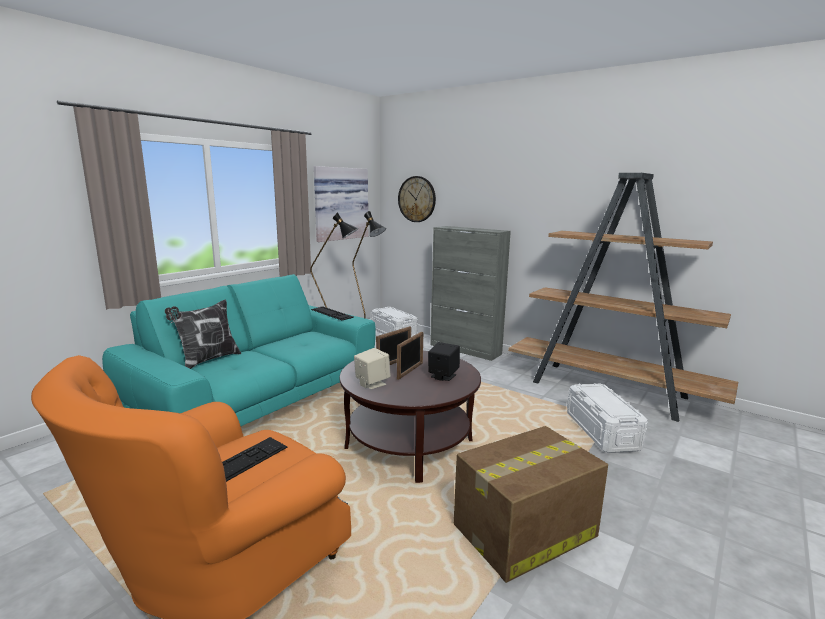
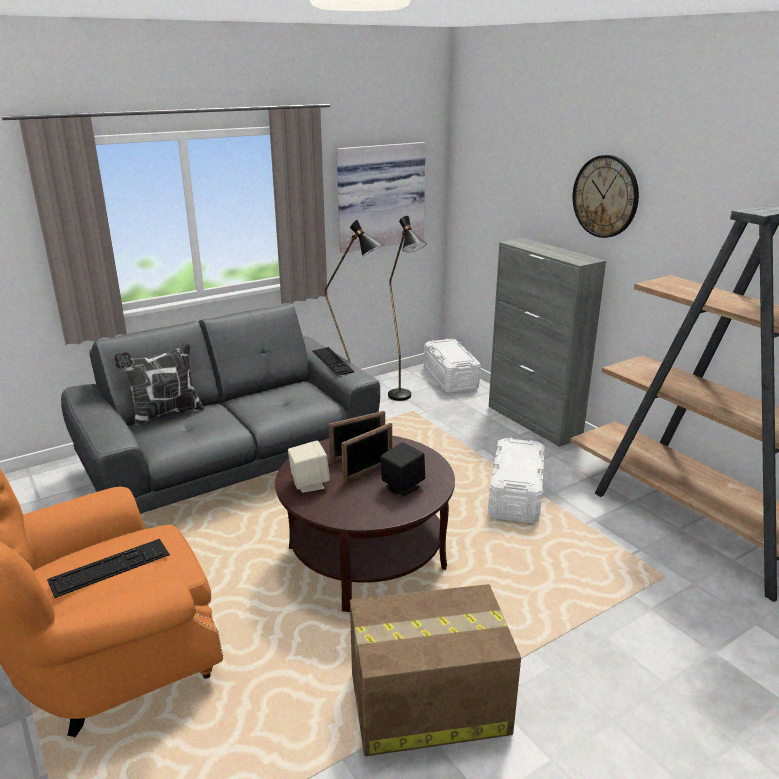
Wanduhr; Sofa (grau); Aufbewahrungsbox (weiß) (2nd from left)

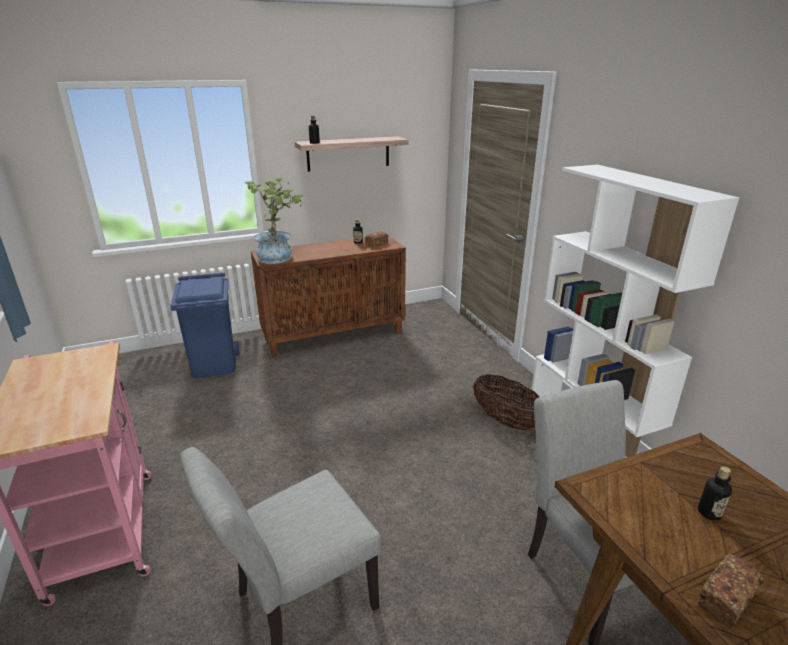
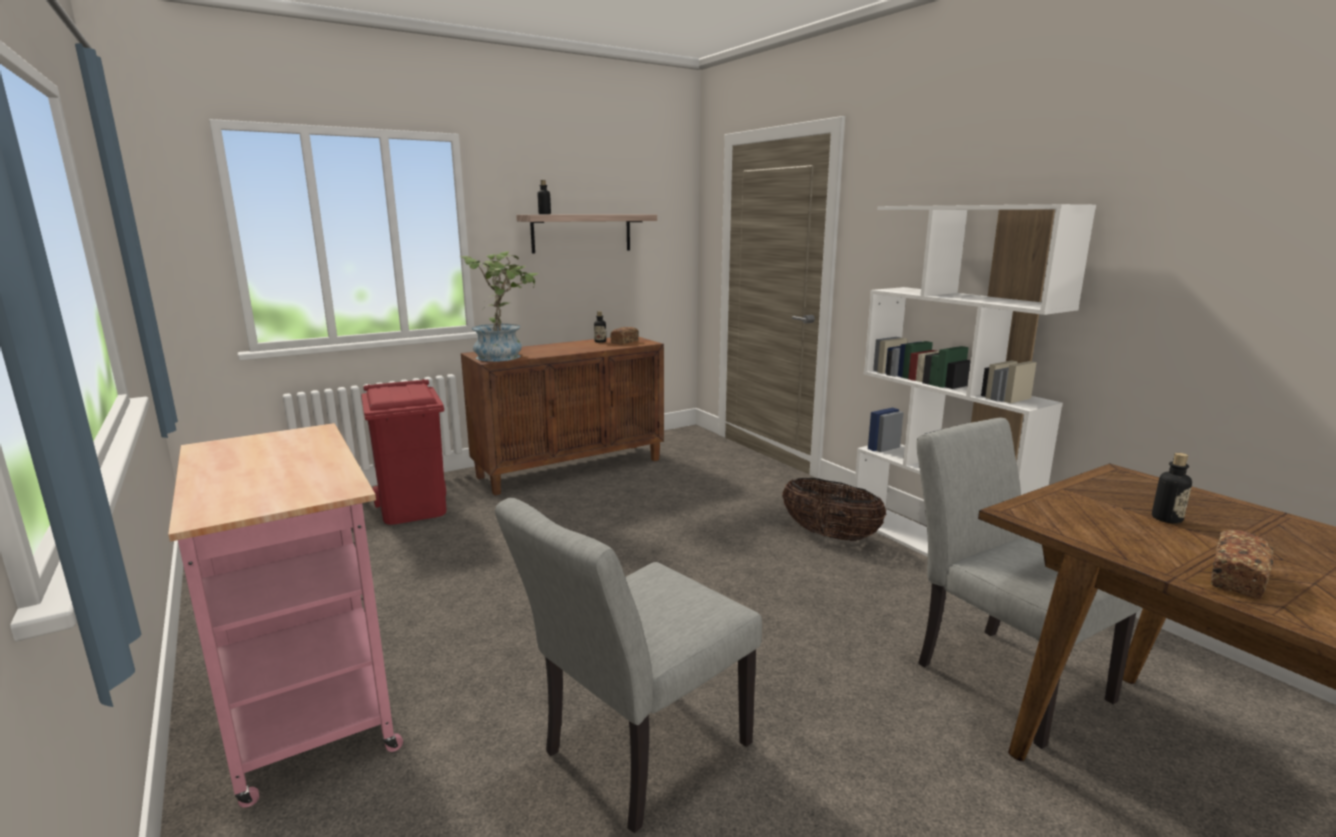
Mülleimer (rot)

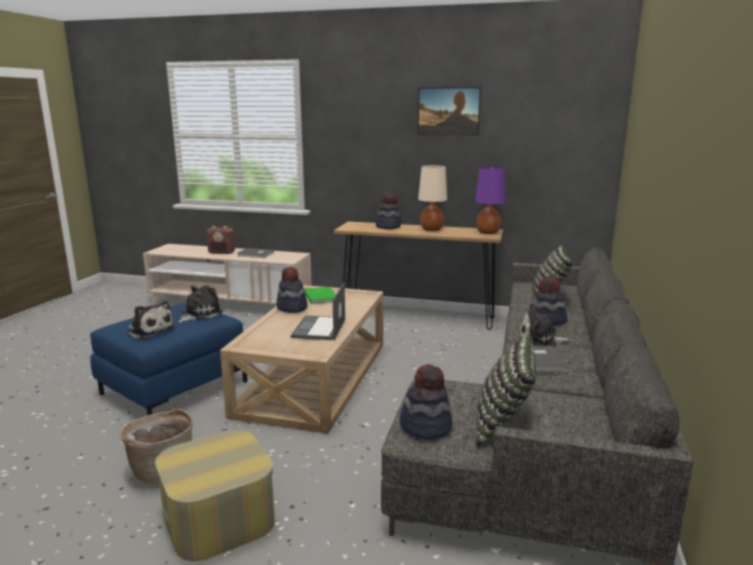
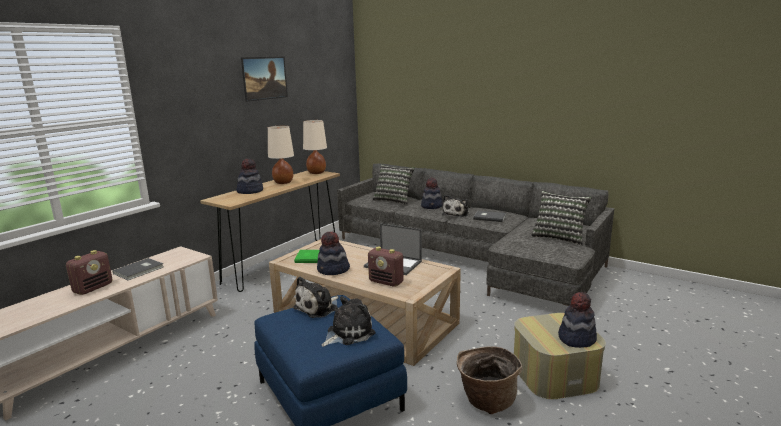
Tischlampe (beige) (2nd from left); Plüschtier (1st from left); Hut (4th from left); Radio (2nd from left)

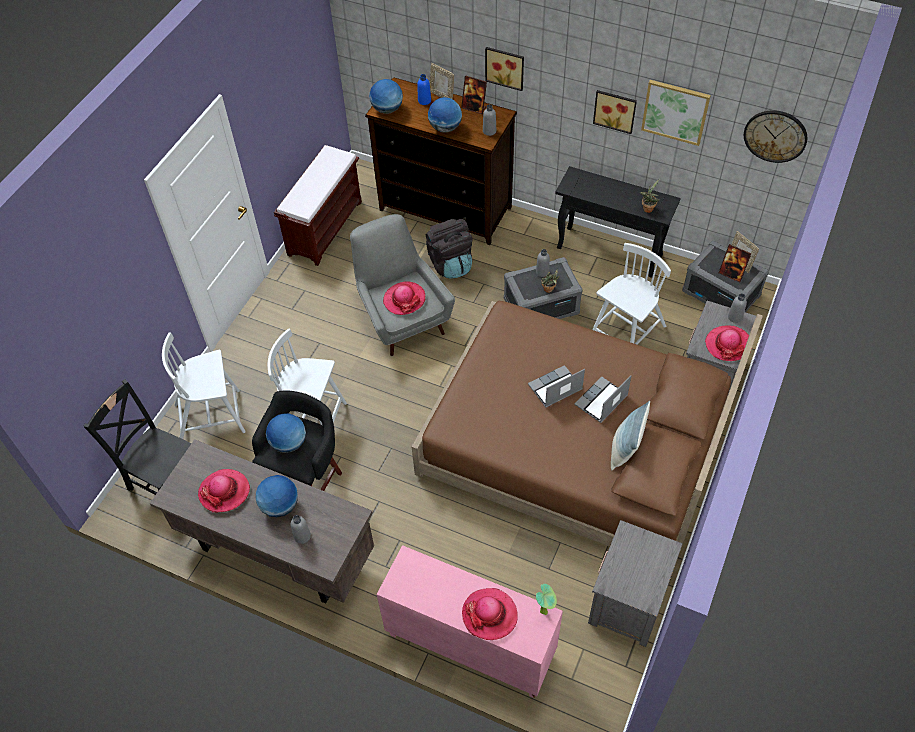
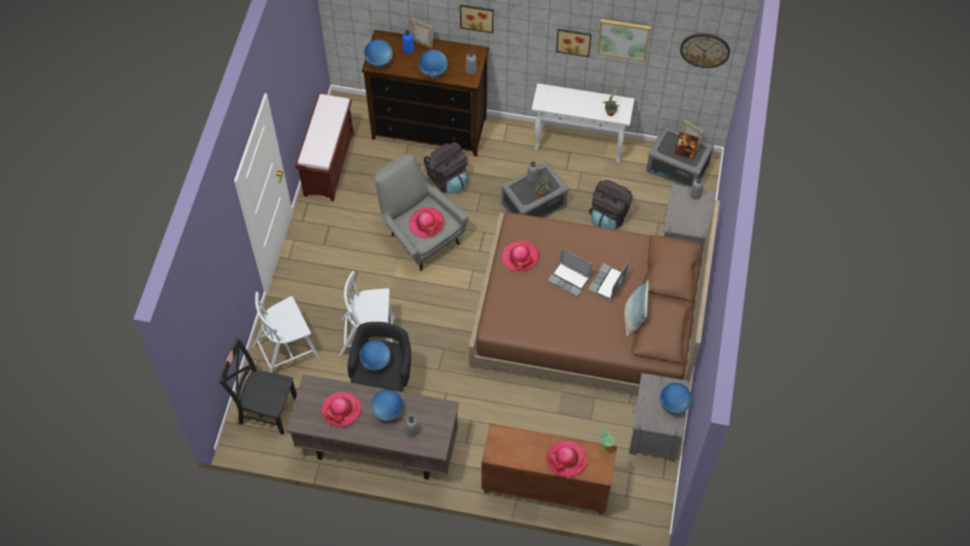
Bilderrahmen (2nd from left in the first image); Konsolentisch (weiß); Rucksack (schwarz) (2nd from left); Hut (3rd from left); Laptop (1st from left); Schrank (braun); Globus (5th from left)

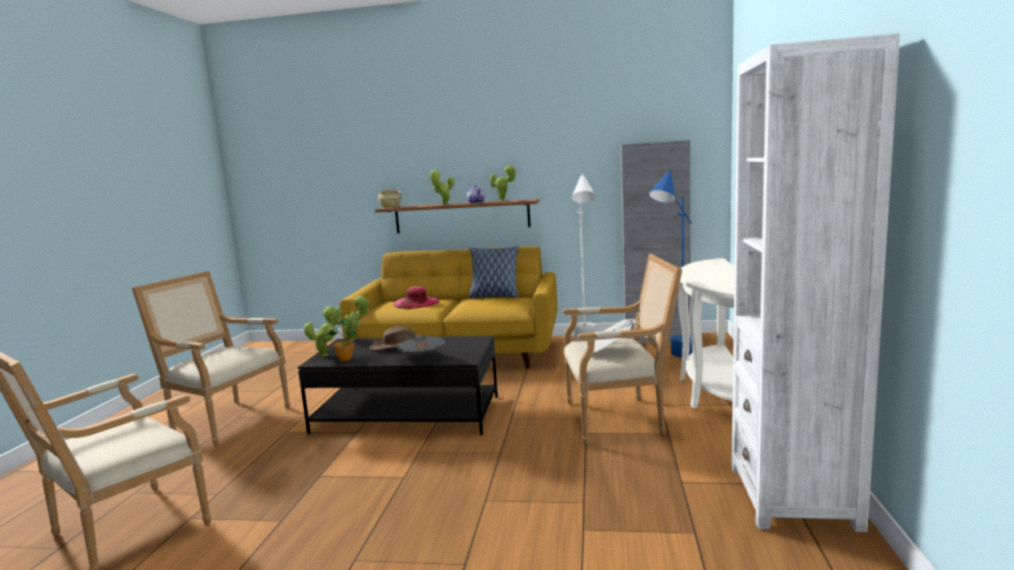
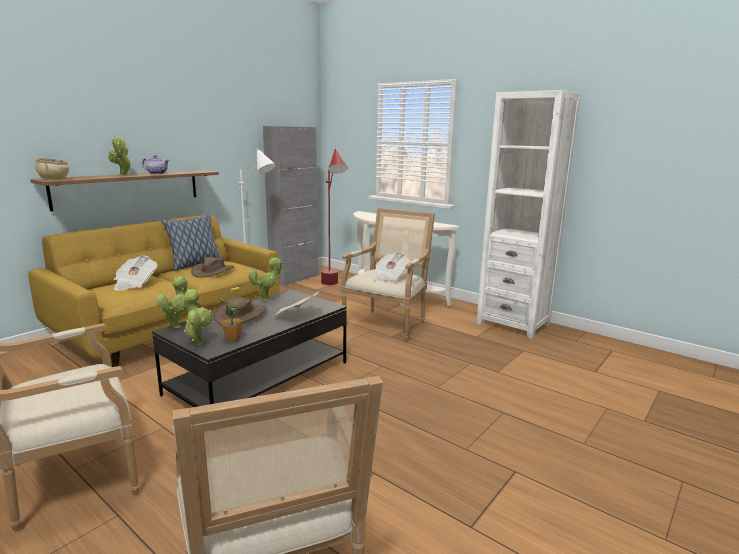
Topfpflanze (5th from left); Stehlampe (rot); Zeitung (1st from left); Hut (braun) (1st from left)

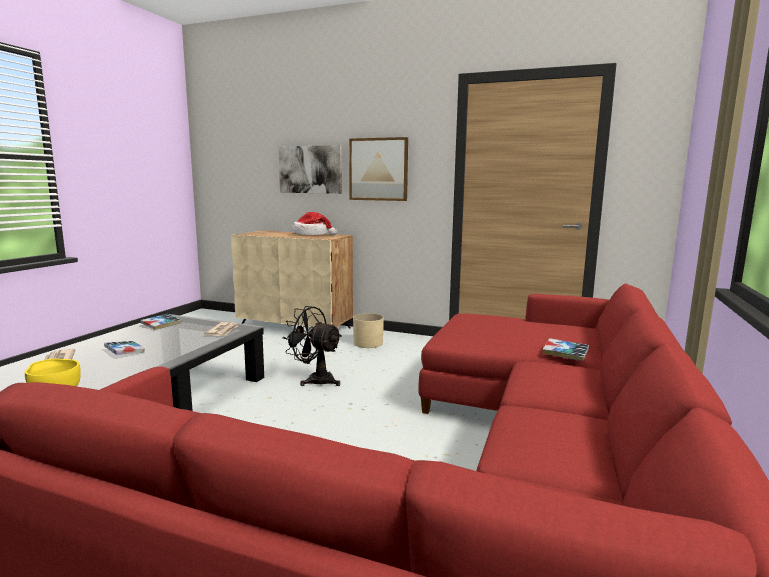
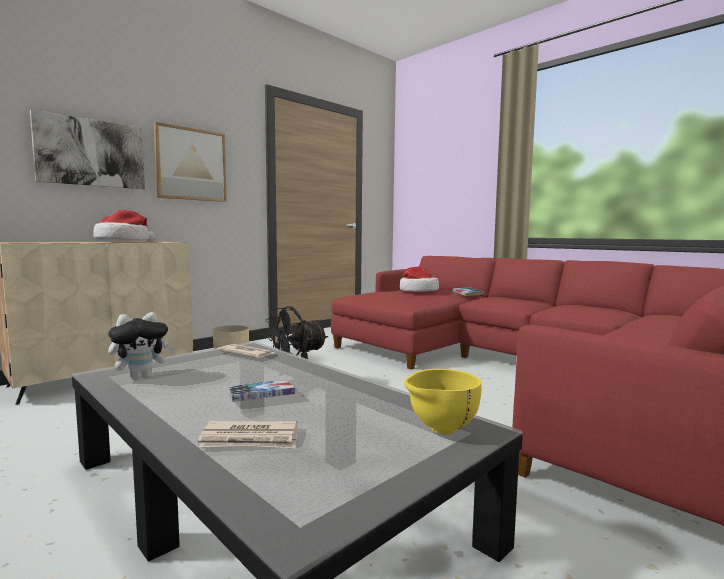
Plüschtier; Hut (2nd from left)

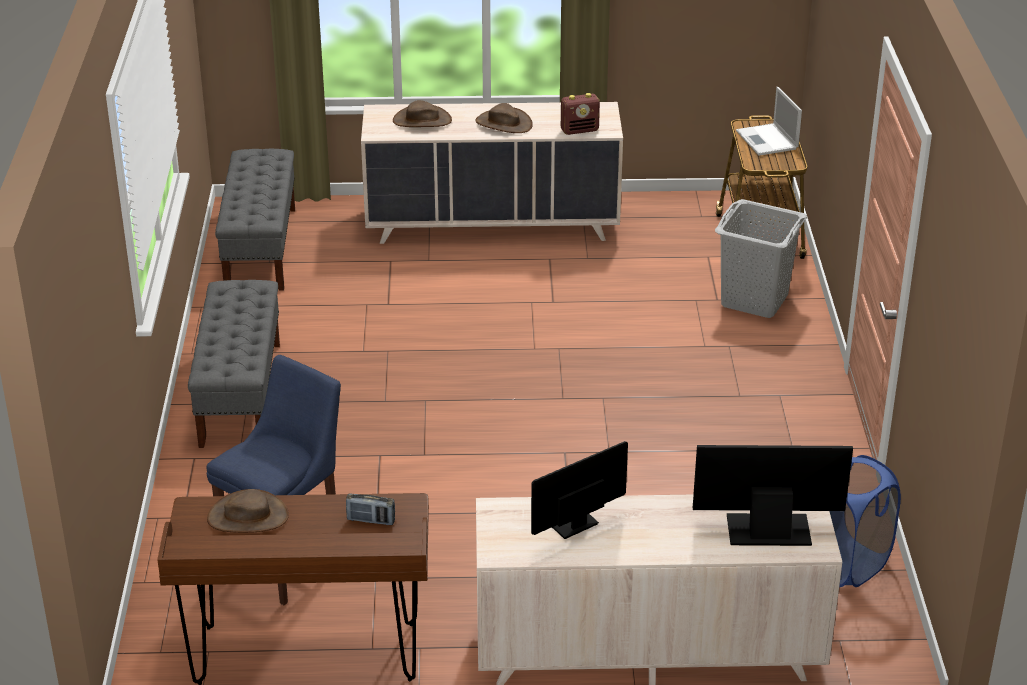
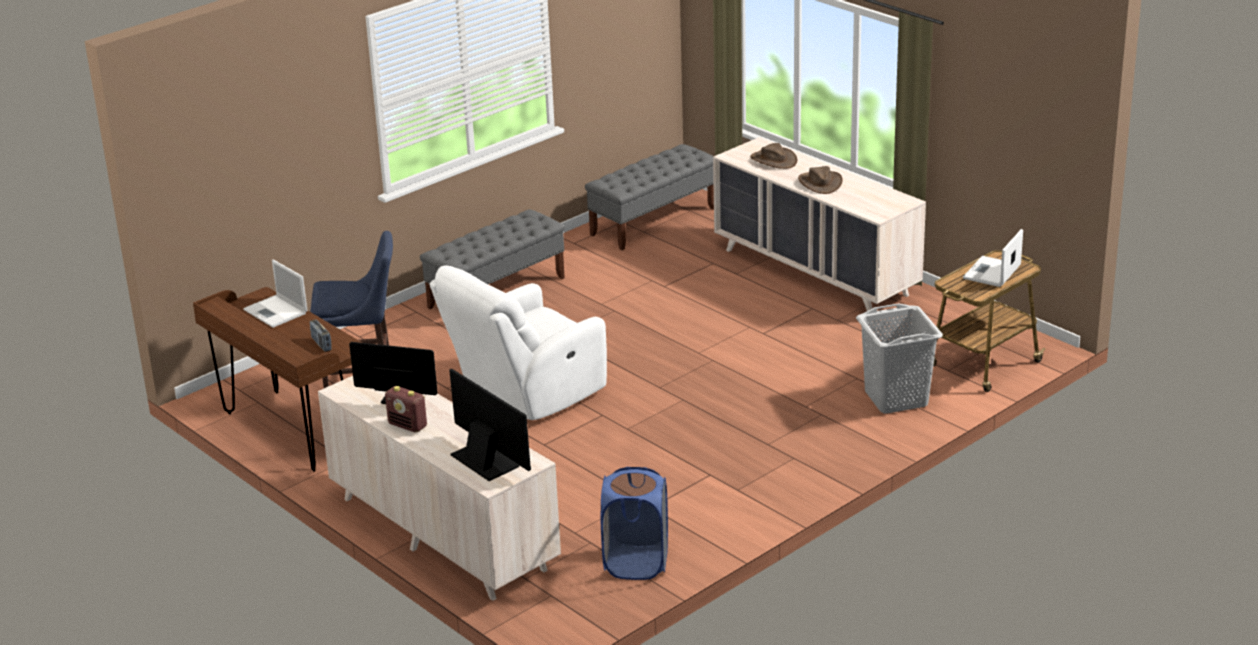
Radio (2nd from left); Laptop (1st from left); Sessel (weiß)

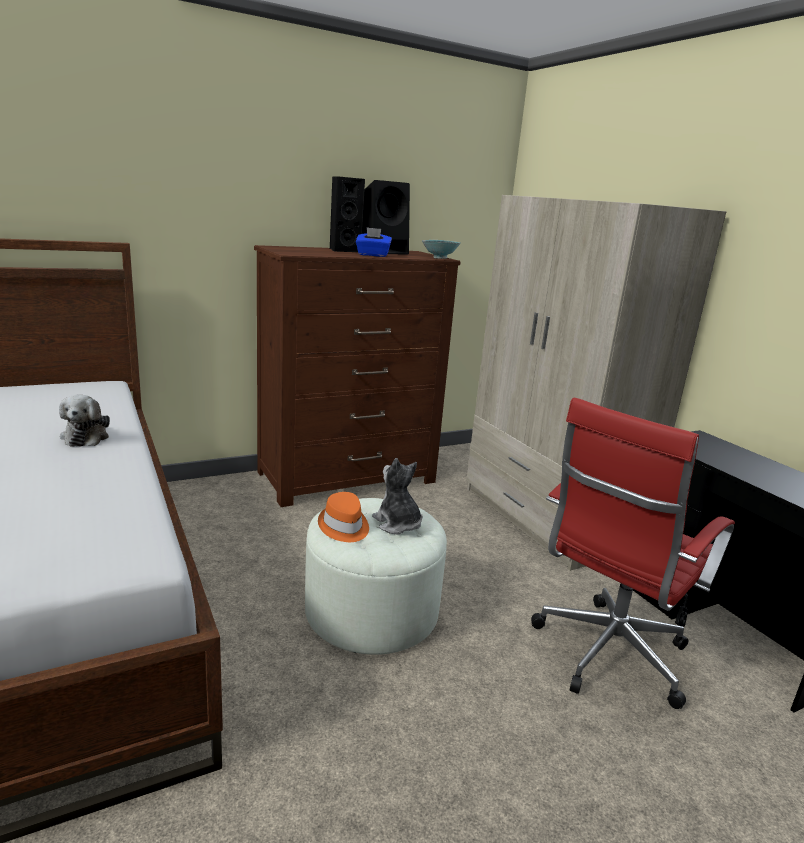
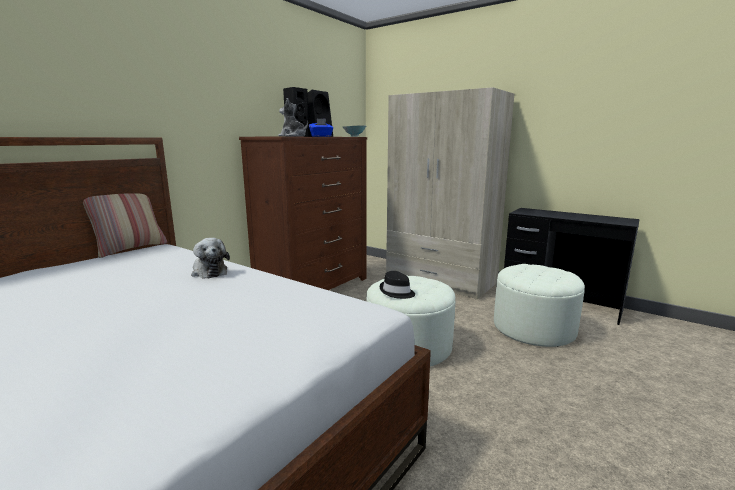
Polsterhocker (weiß) (2nd from left); Plüschtier (2nd from left); Hut (schwarz); Kissen

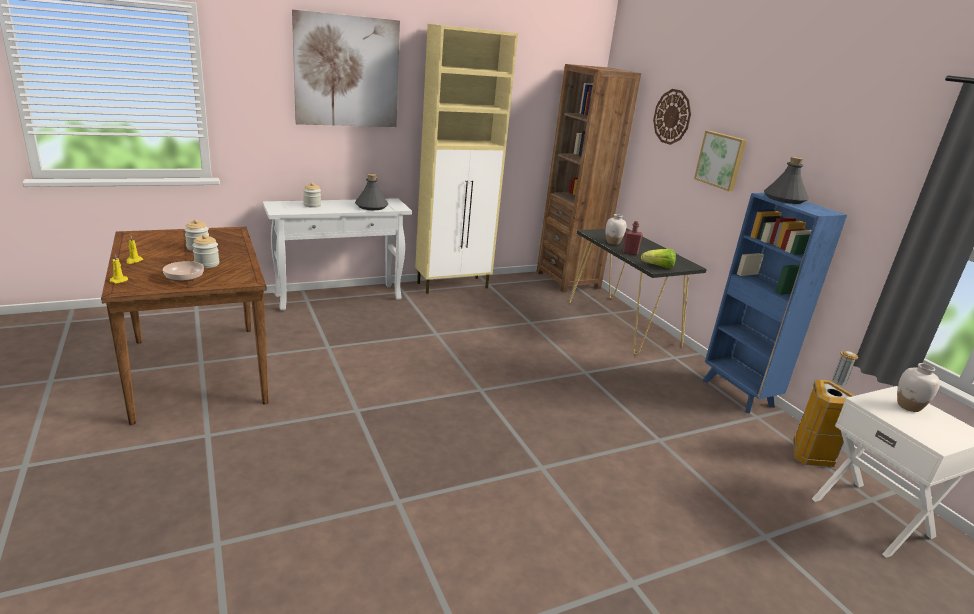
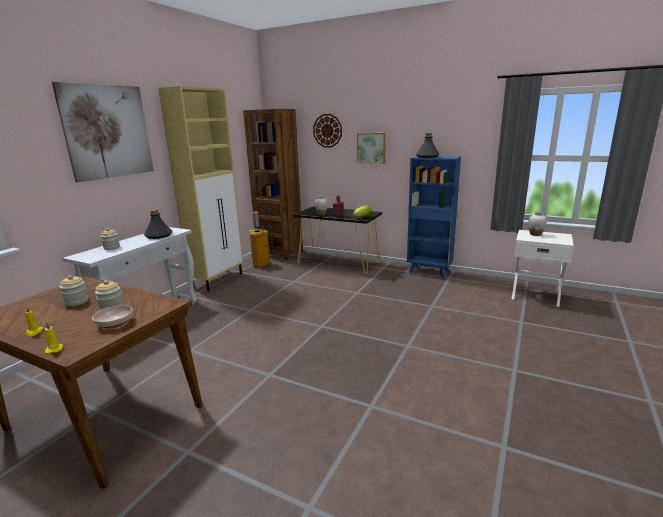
Mülleimer

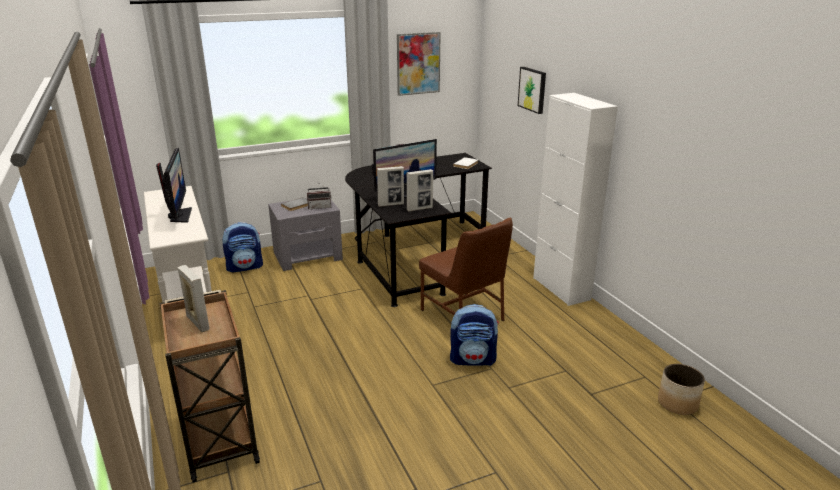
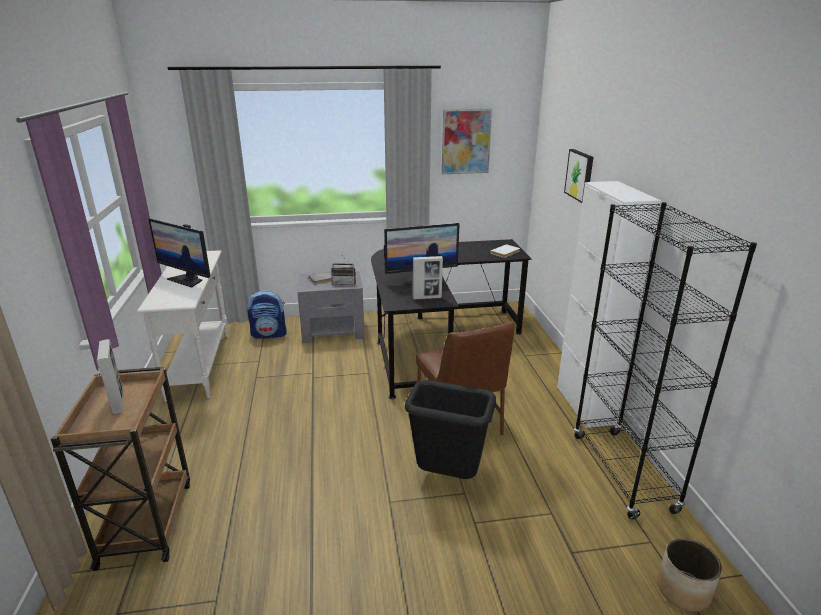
Monitor (1st from left); Bilderrahmen (2nd from left in the first image); Mülleimer (schwarz); Bücherregal (schwarz)

